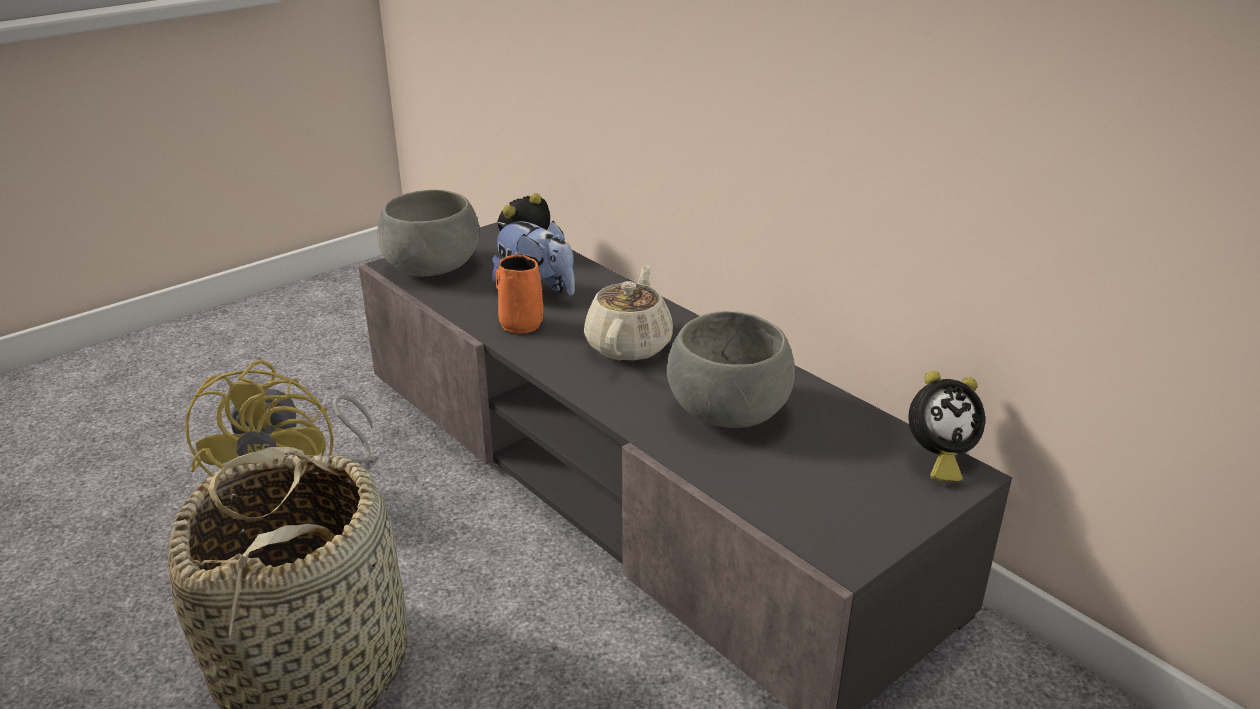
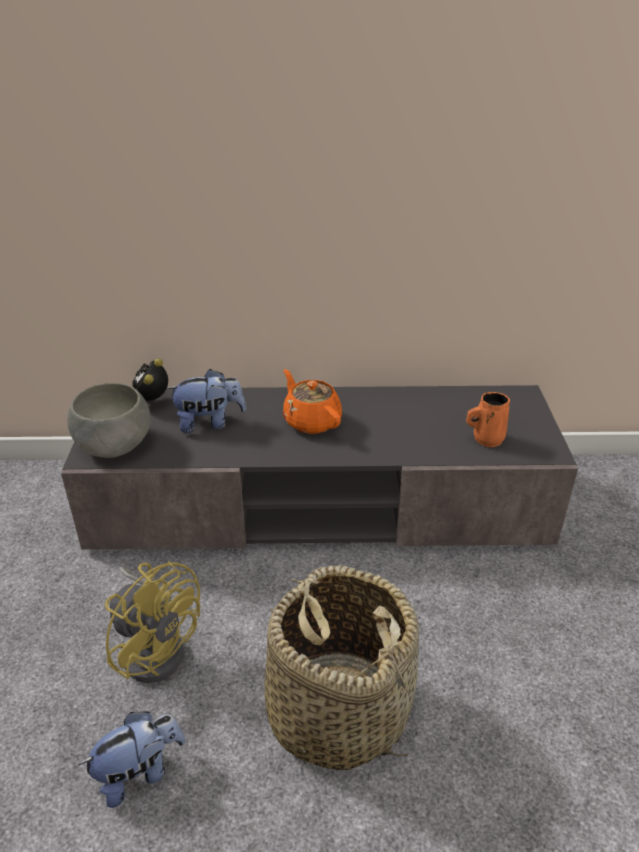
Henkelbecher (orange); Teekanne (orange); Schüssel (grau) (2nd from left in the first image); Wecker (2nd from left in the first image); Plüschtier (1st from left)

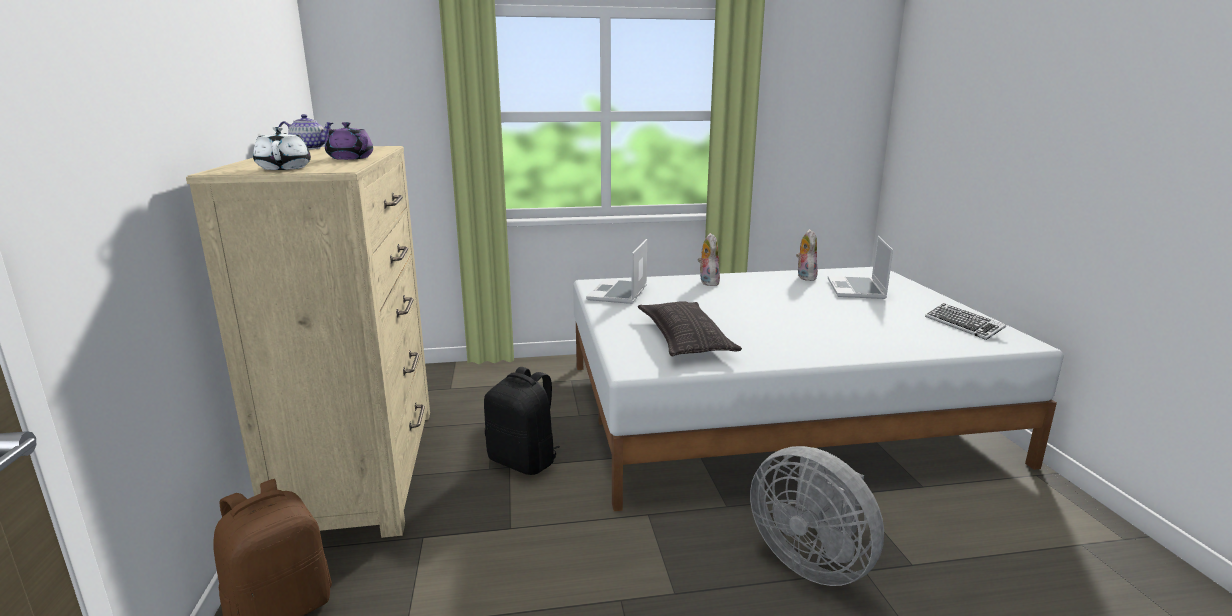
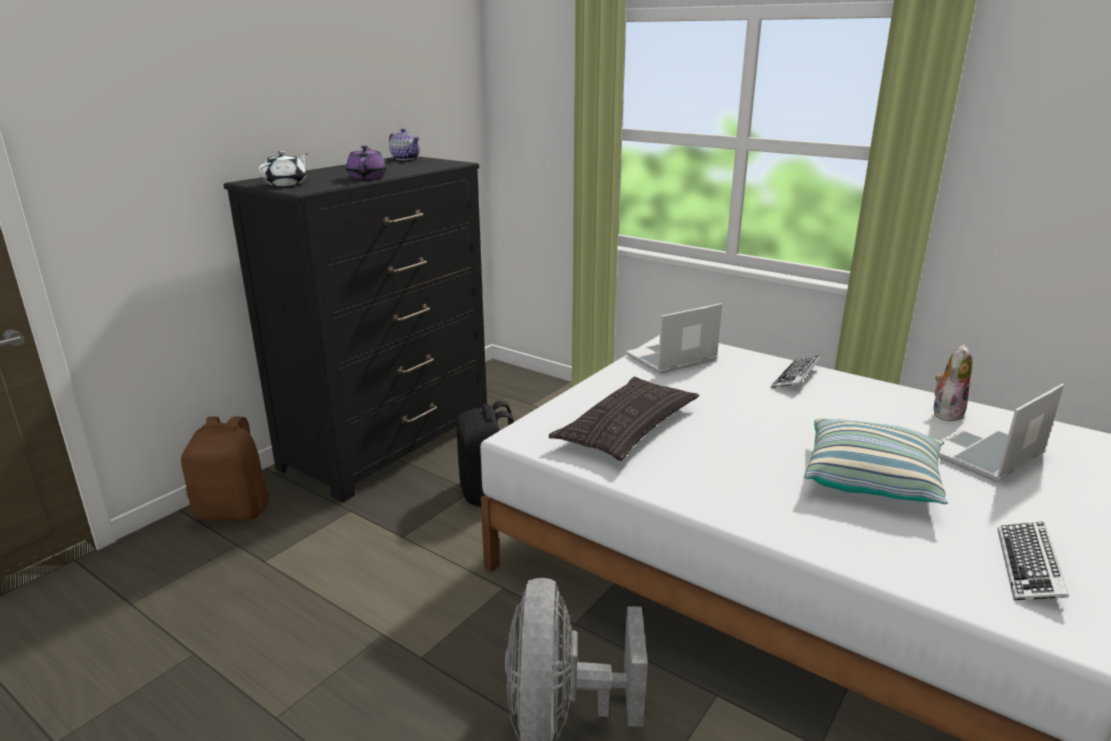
Kommode (schwarz); Tastatur (1st from left); Kissen (2nd from left)

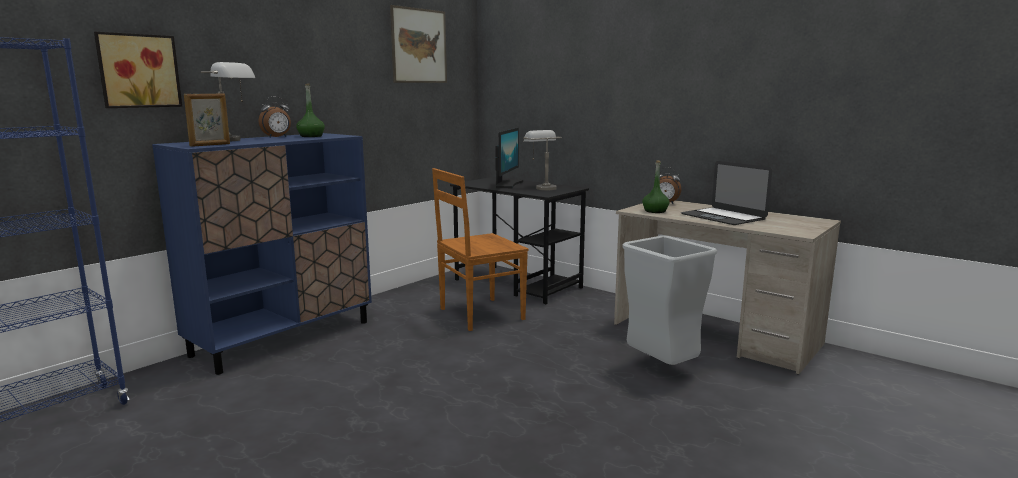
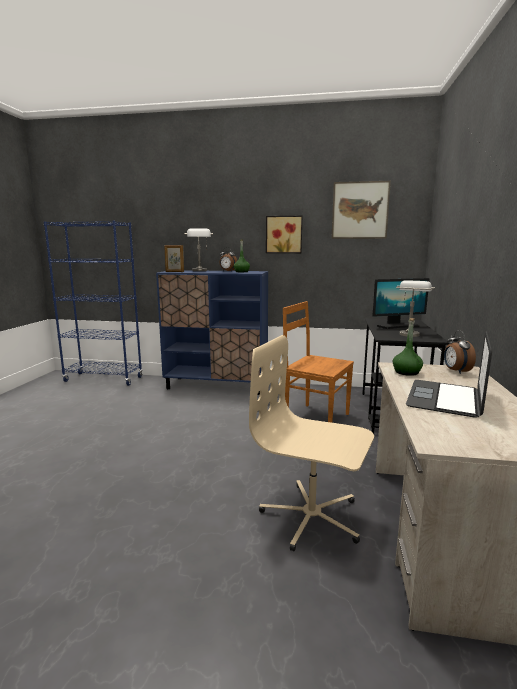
Bild (1st from left); Bürostuhl (beige)

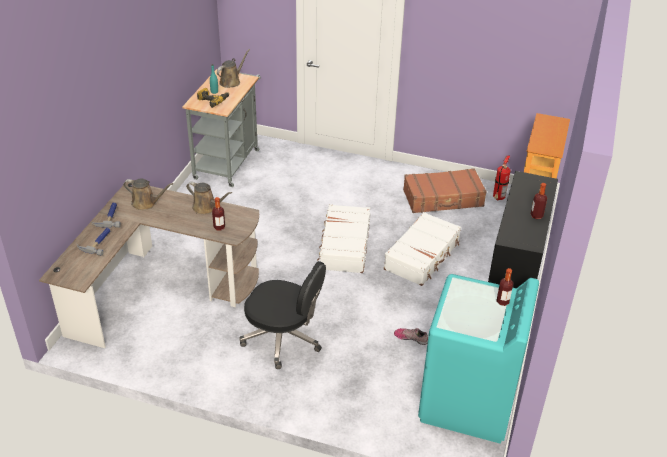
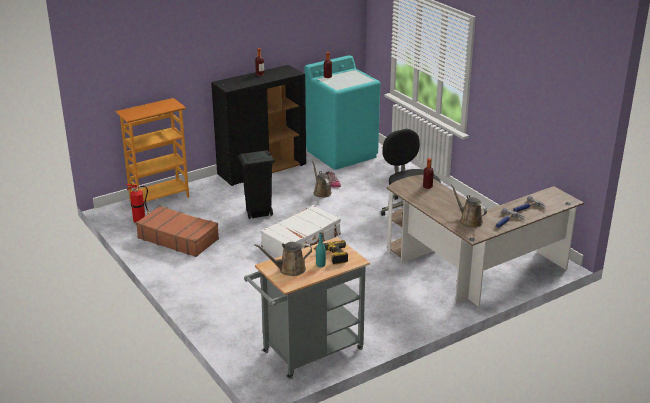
Gießkanne (braun) (2nd from left); Mülleimer (schwarz)

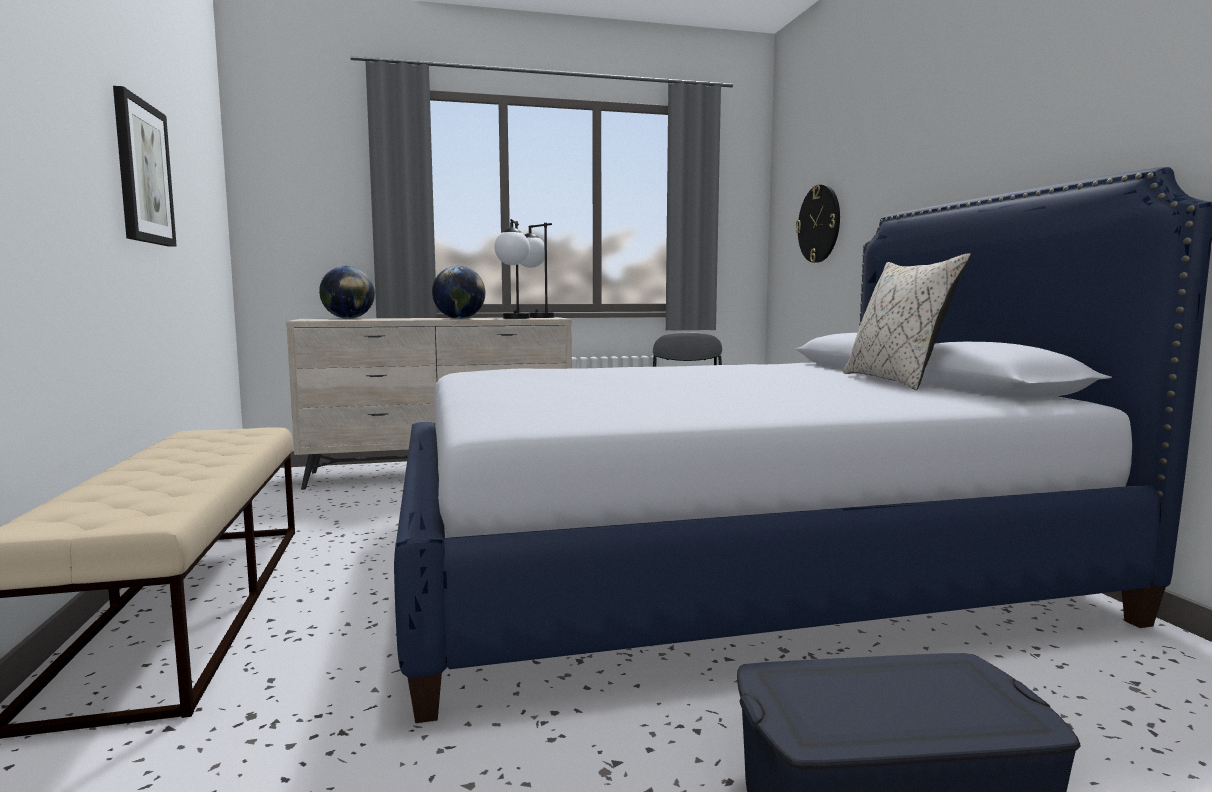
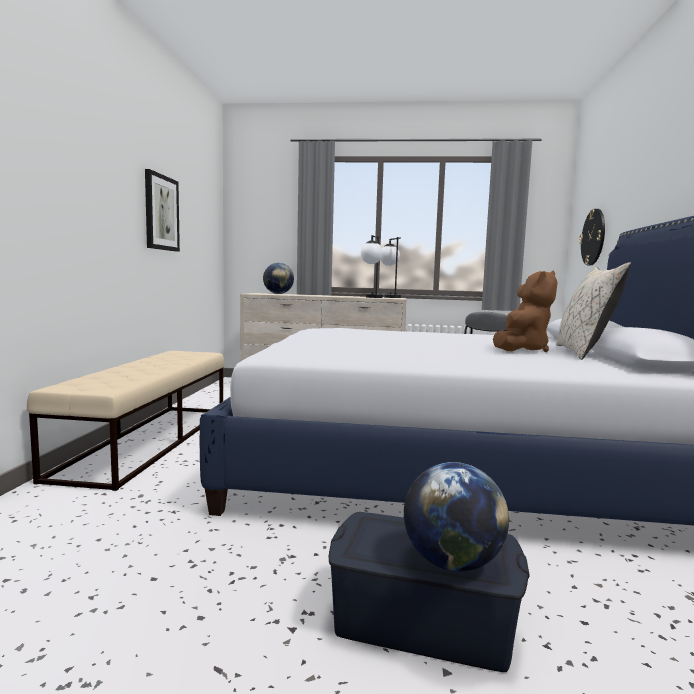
Globus (2nd from left); Plüschtier (braun)

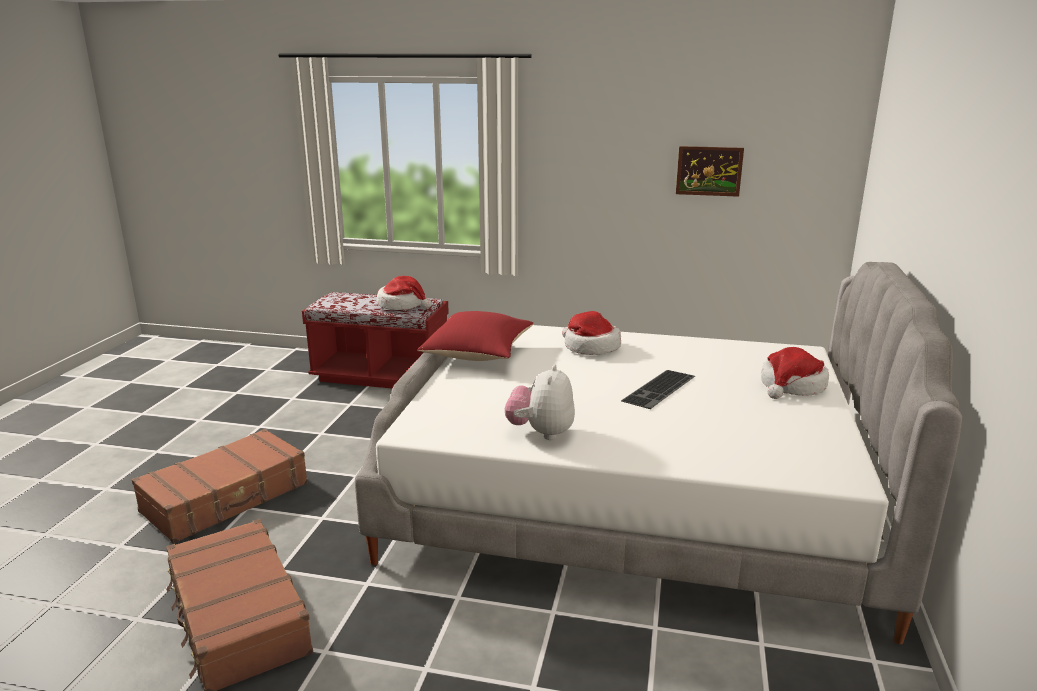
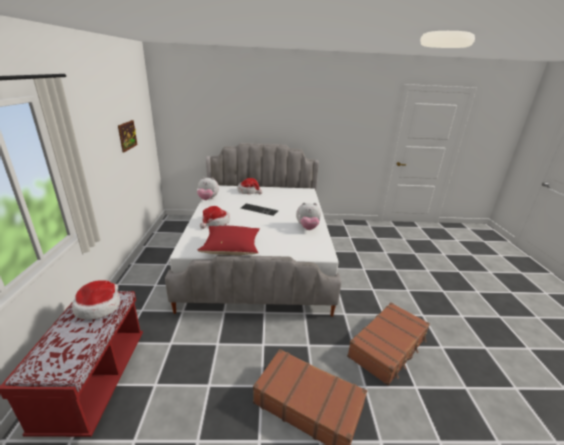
Plüschtier (1st from left)

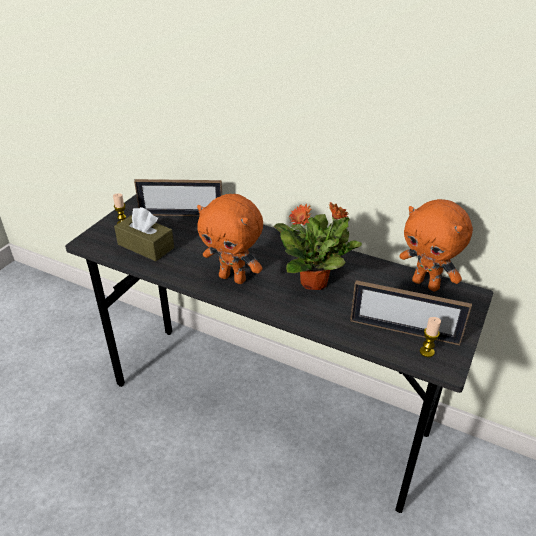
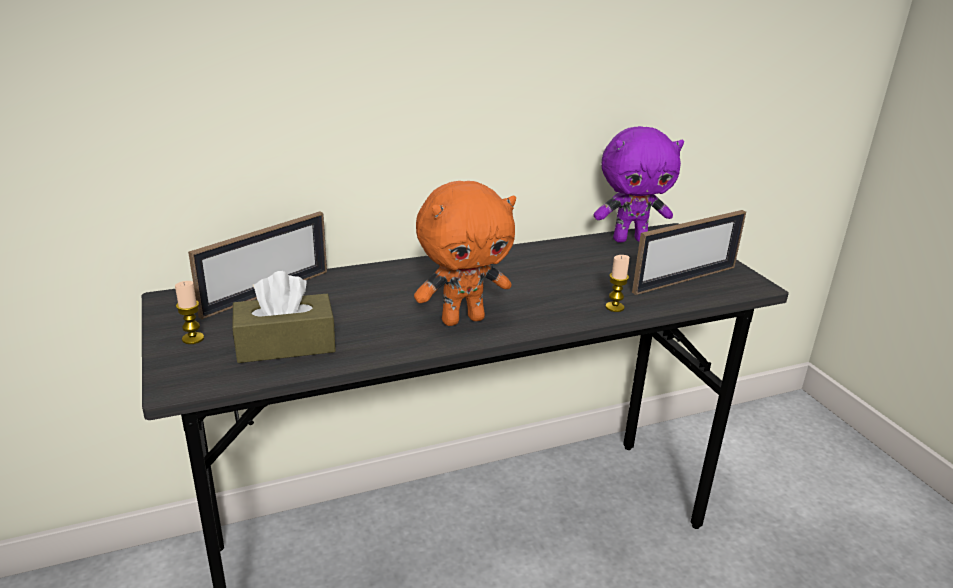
Plüschtier (lila); Topfpflanze; Kerze (2nd from left)

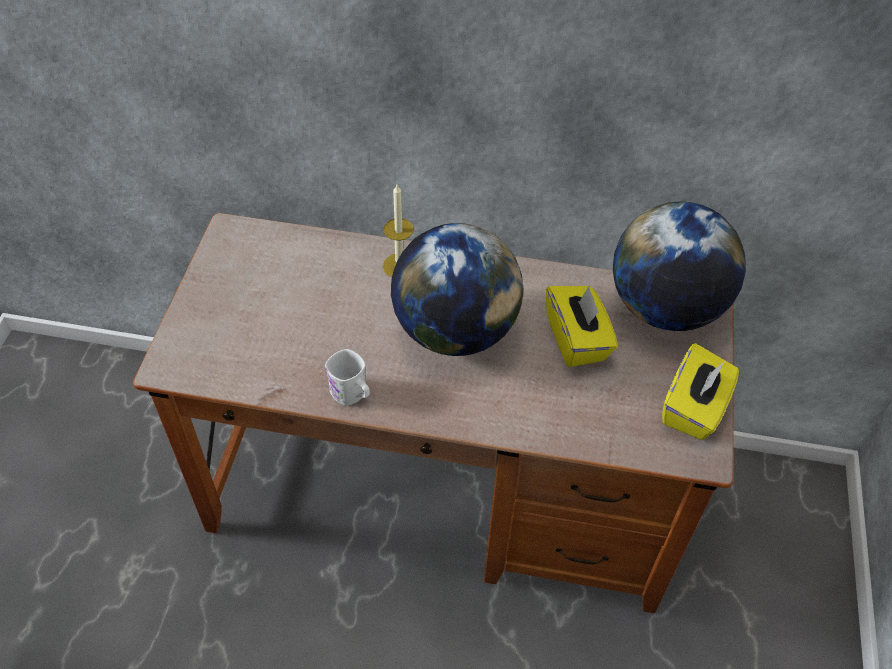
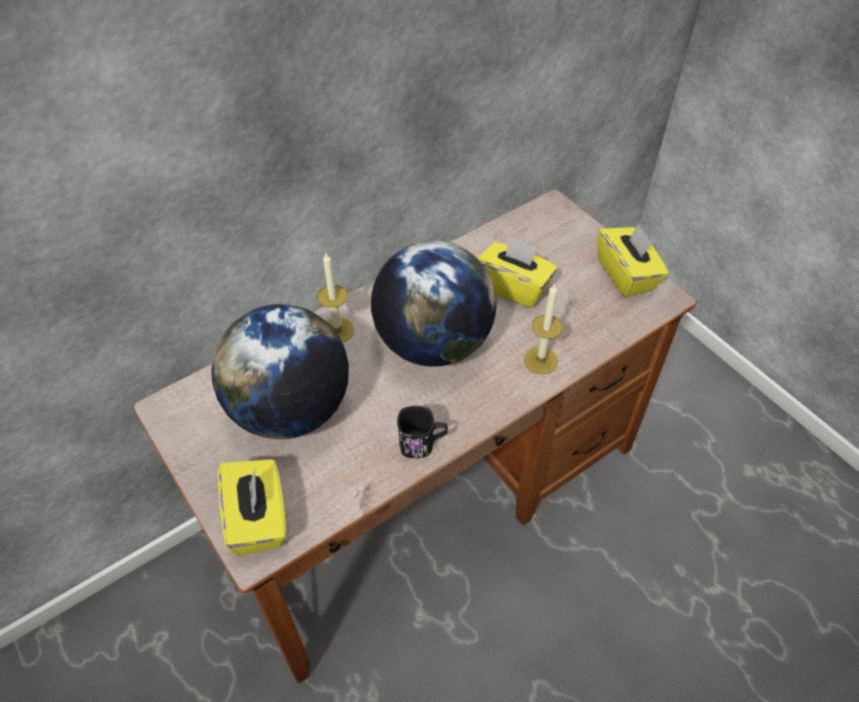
Globus (1st from left); Henkelbecher (schwarz); Kerze (2nd from left); Taschentuchbox (gelb) (1st from left)

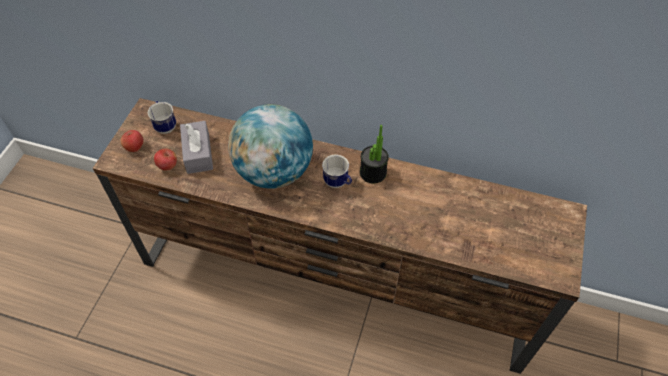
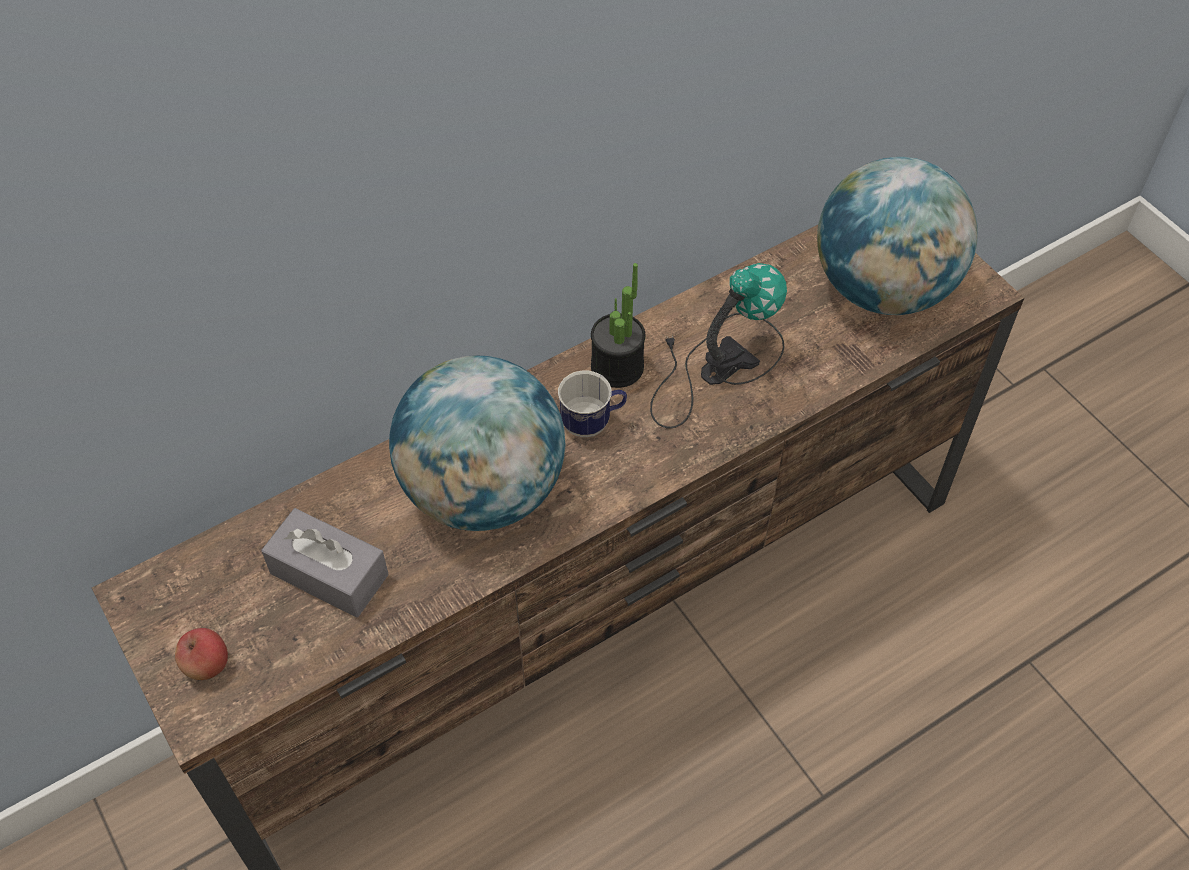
Henkelbecher (1st from left in the first image); Apfel (2nd from left in the first image); Globus (2nd from left); Tischlampe

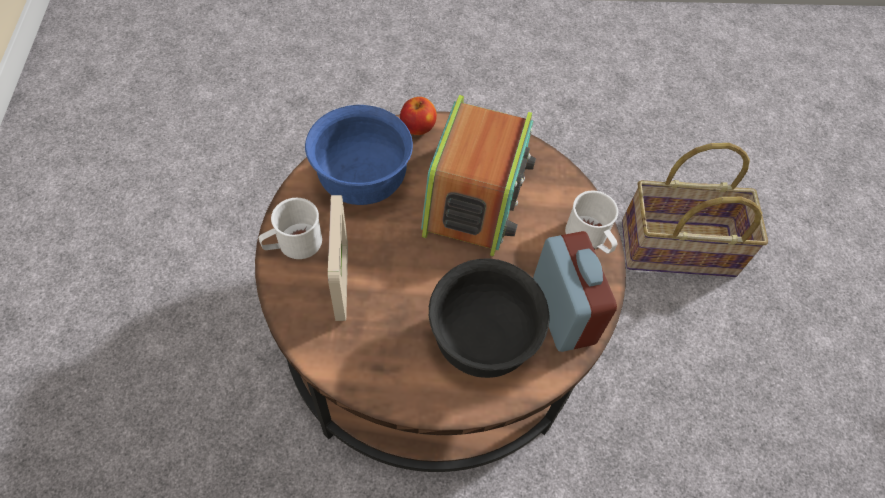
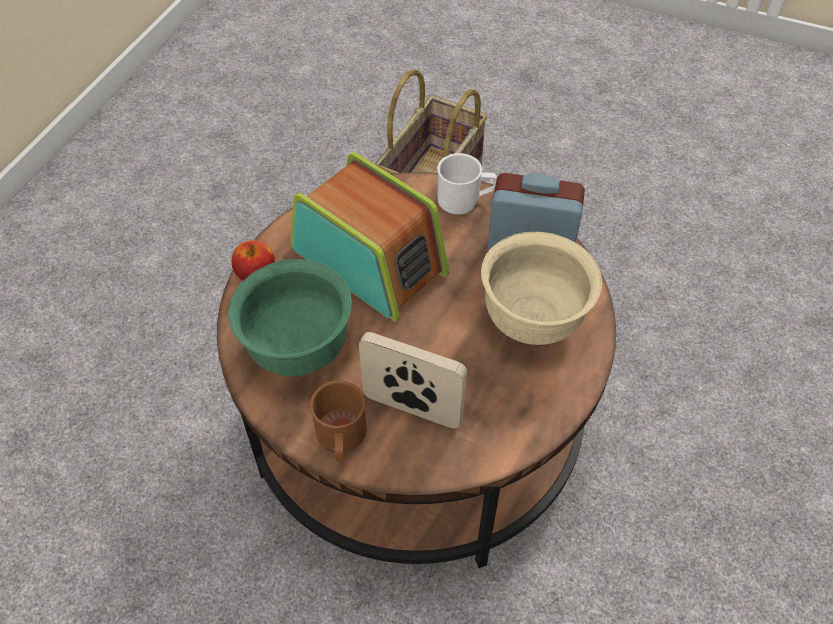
Schüssel (grün); Henkelbecher (braun); Schüssel (beige)

